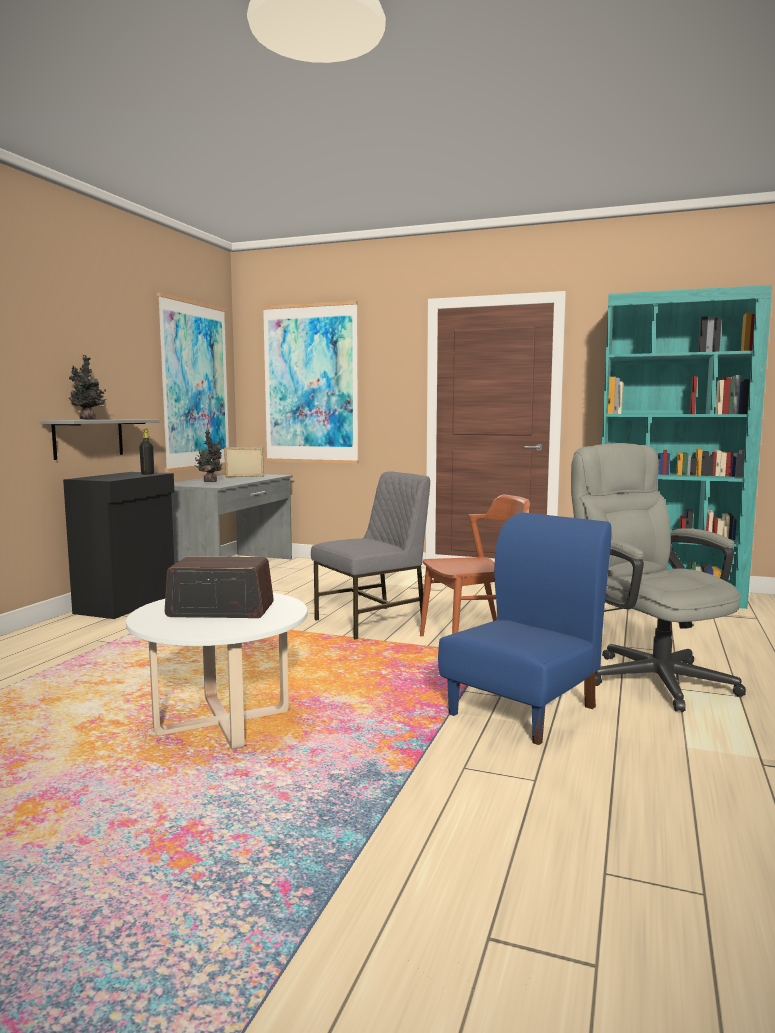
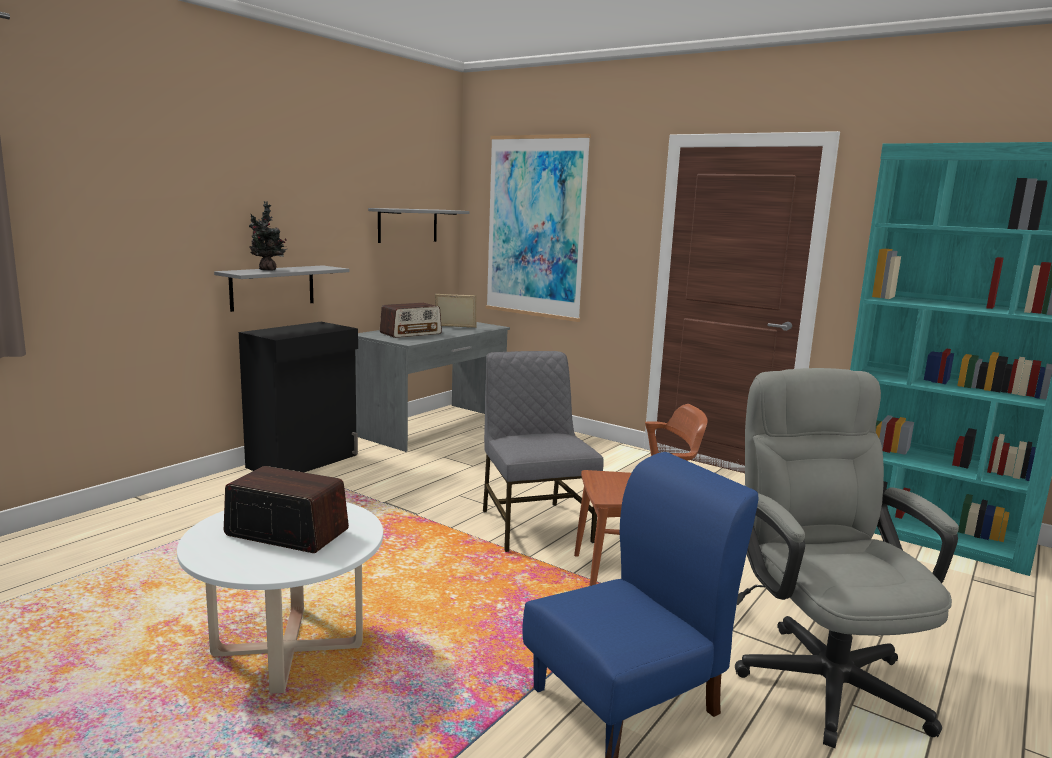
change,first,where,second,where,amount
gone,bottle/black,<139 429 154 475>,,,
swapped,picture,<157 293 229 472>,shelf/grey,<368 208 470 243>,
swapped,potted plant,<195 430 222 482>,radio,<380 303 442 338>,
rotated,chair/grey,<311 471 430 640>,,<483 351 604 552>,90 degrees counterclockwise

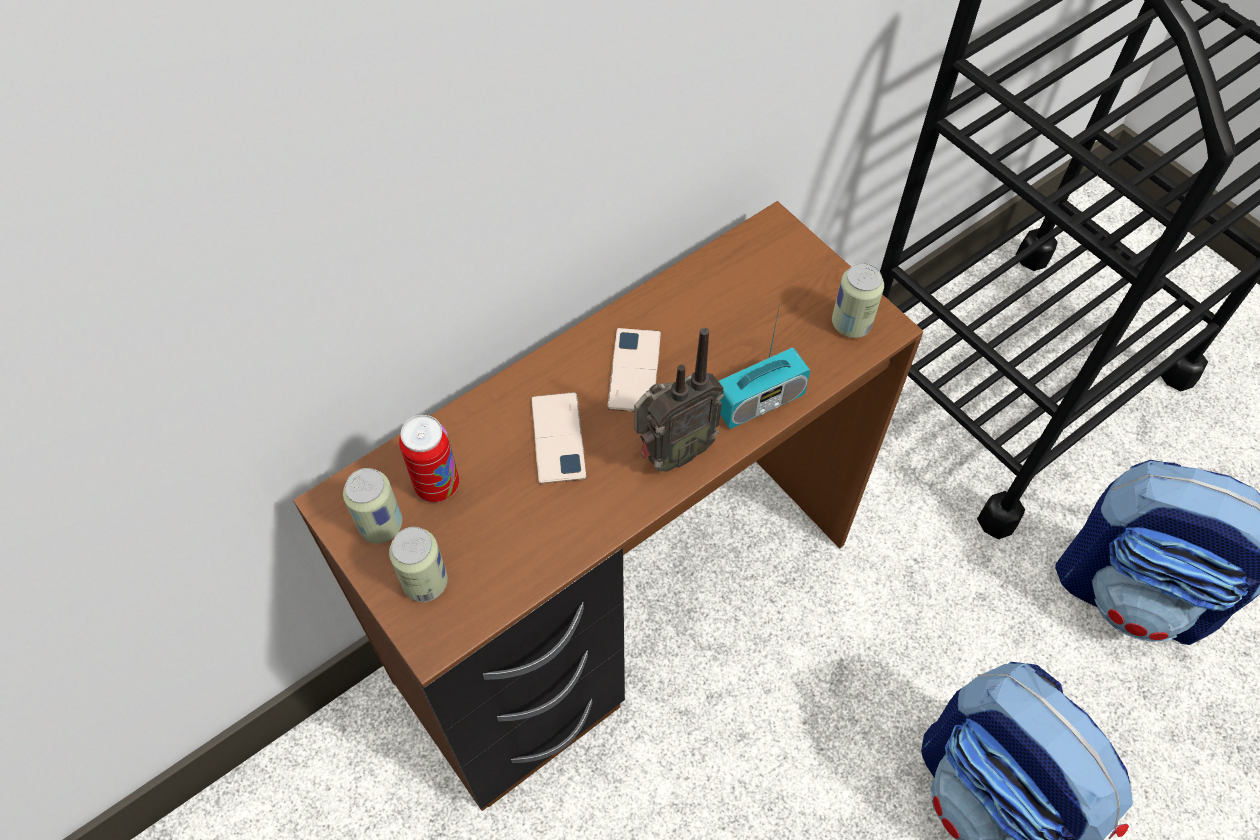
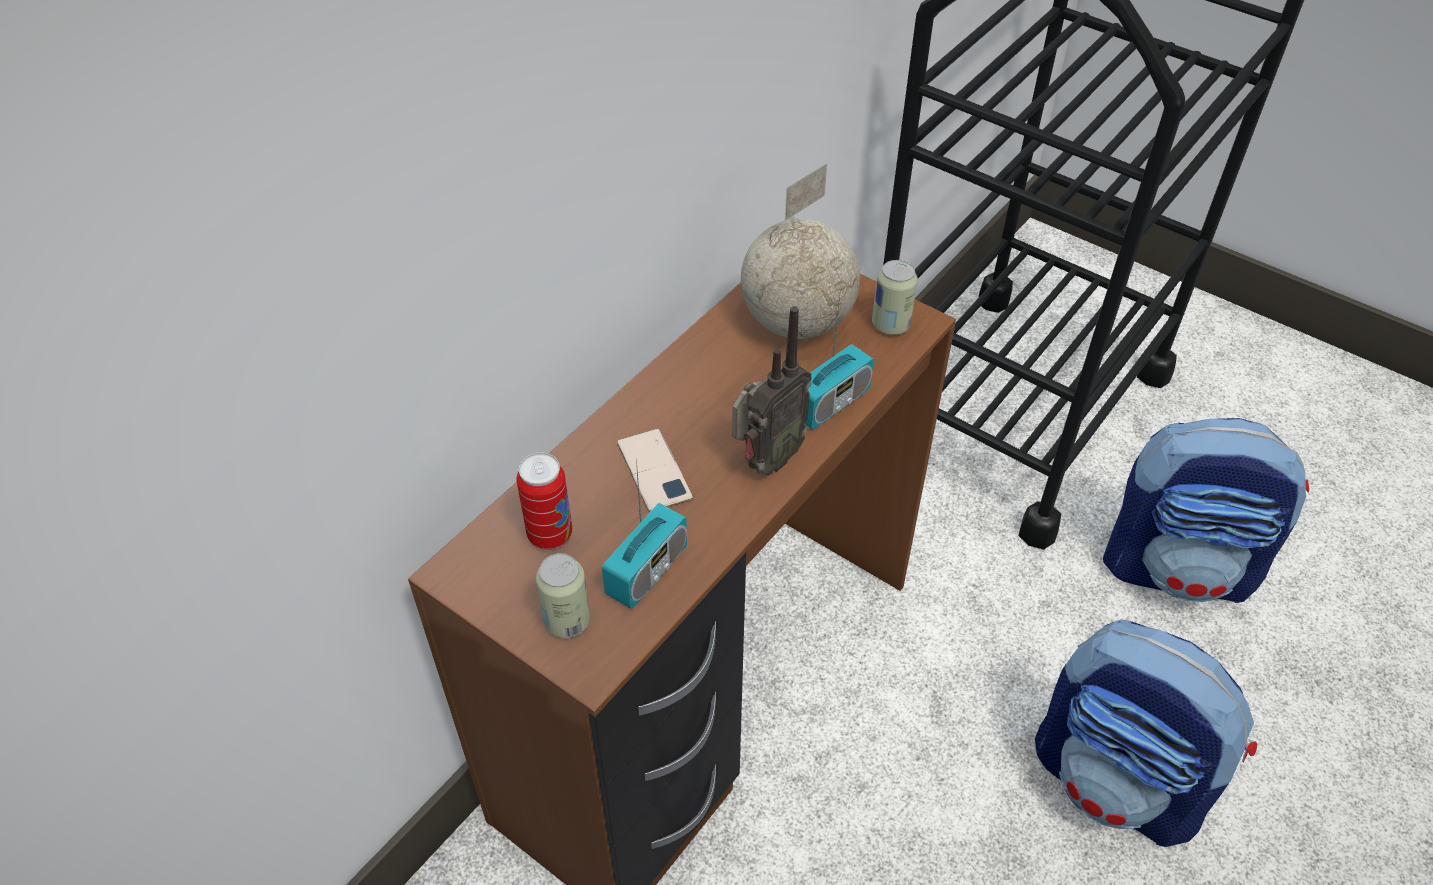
change,first,where,second,where,amount
gone,can,<343 468 403 543>,,,
gone,phone,<607 328 661 412>,,,
new,,,radio,<602 458 687 609>,
new,,,globe,<741 164 860 339>,

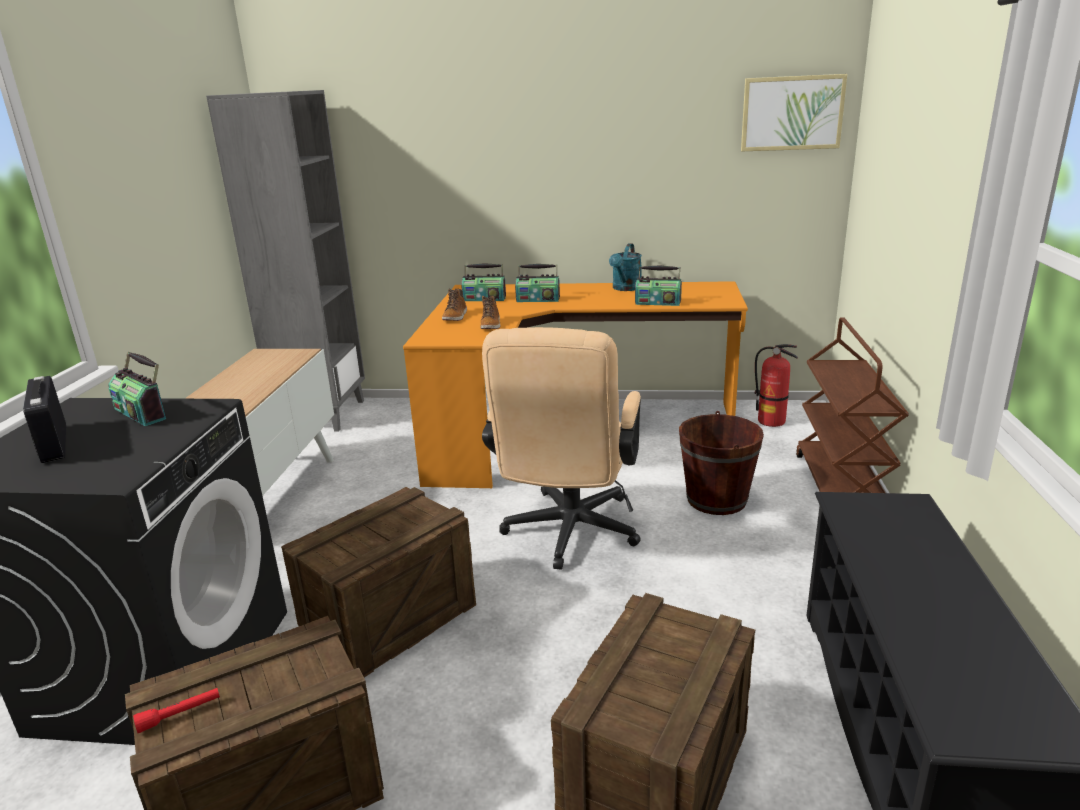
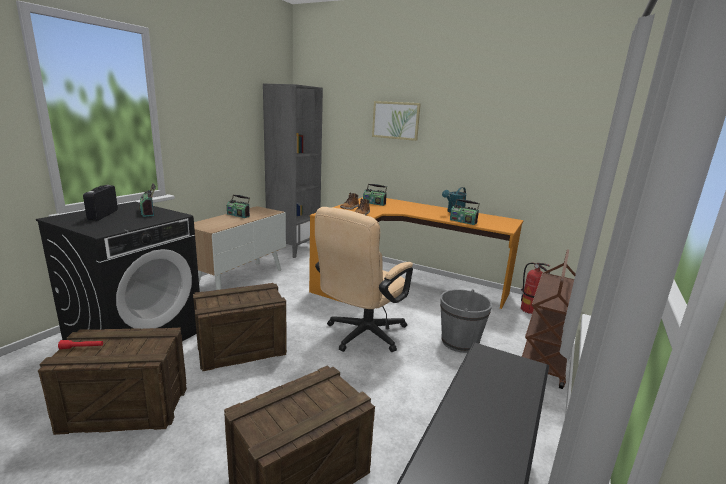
change,first,where,second,where,amount
shifted,radio,<515 264 560 302>,,<227 194 250 218>,
repainted,bucket/brown,<679 411 764 515>,bucket/grey,<440 289 492 353>,
shifted,picture,<741 74 847 151>,,<372 101 421 141>,

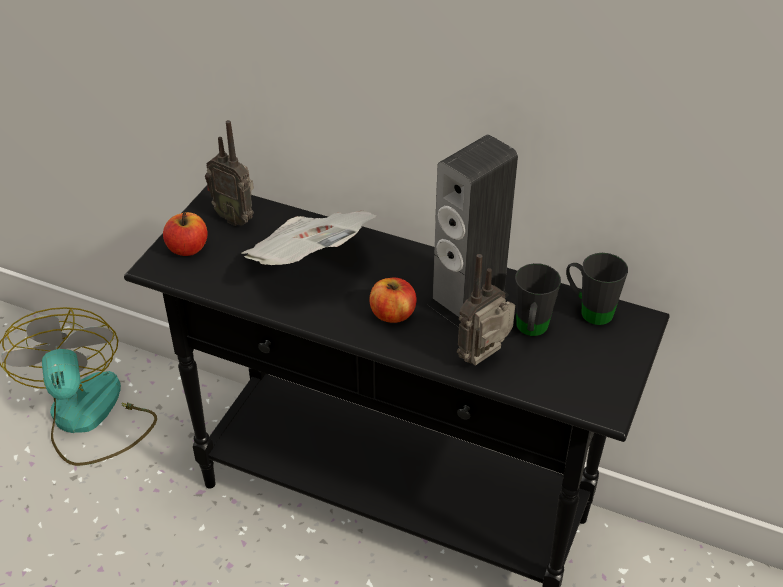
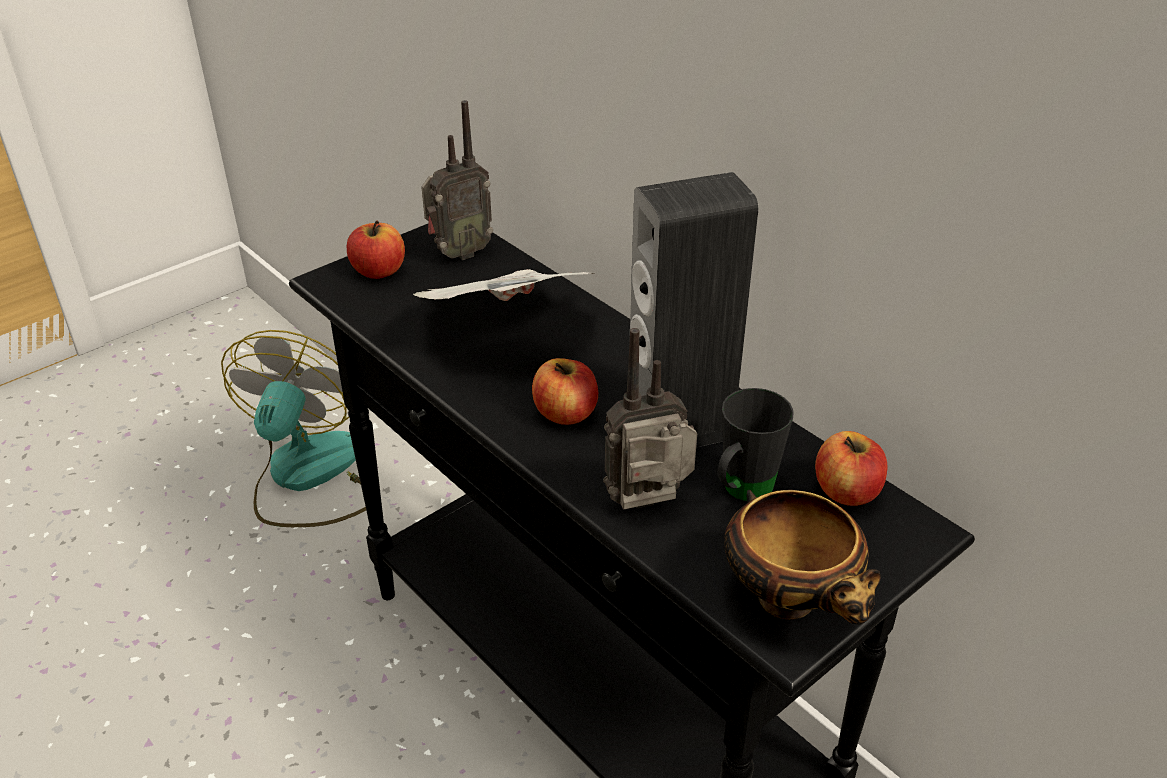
change,first,where,second,where,amount
rotated,radio,<205 120 254 226>,,<421 100 493 260>,90 degrees counterclockwise
swapped,mug/black,<566 253 628 325>,apple,<815 431 888 506>,
new,,,bowl,<724 490 881 624>,

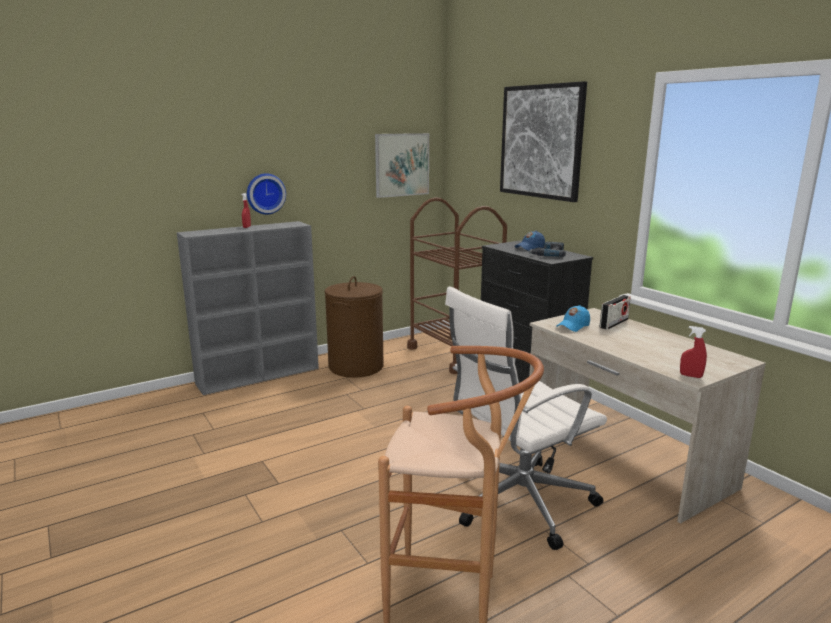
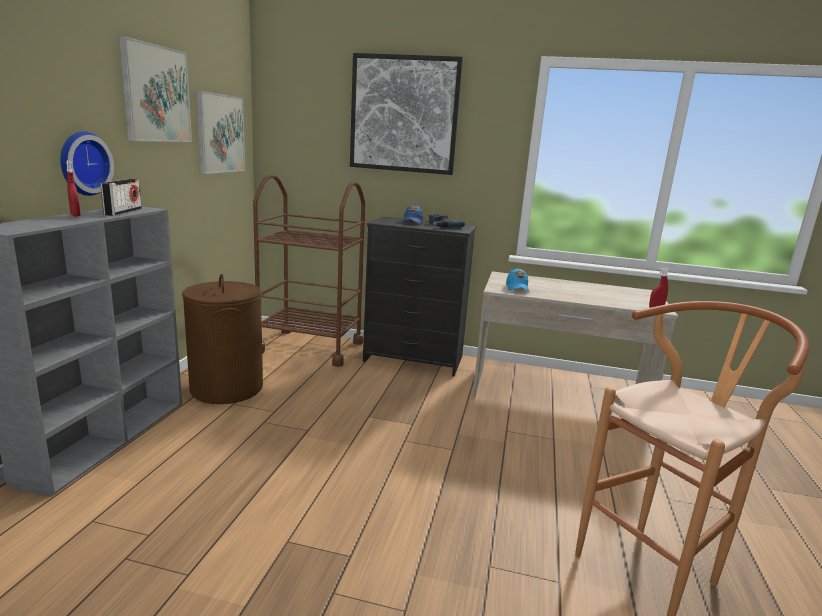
change,first,where,second,where,amount
gone,office chair/white,<445 287 607 550>,,,
shifted,radio,<599 295 631 330>,,<101 179 142 216>,
new,,,picture,<119 36 192 142>,

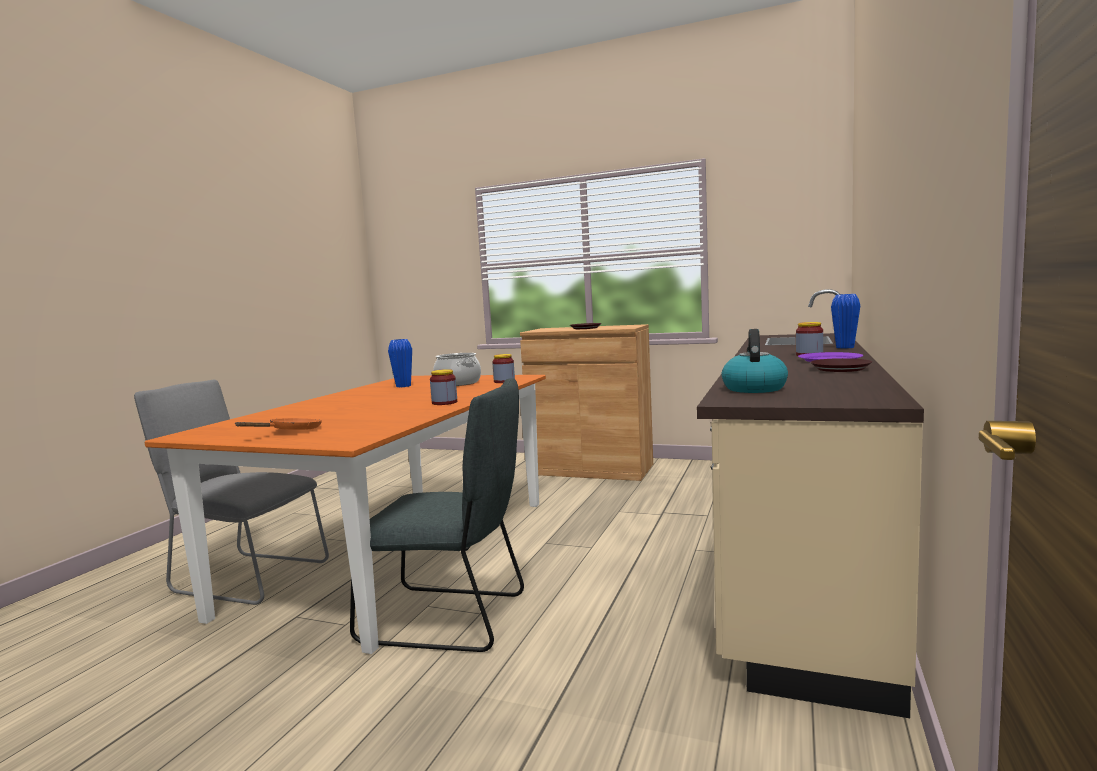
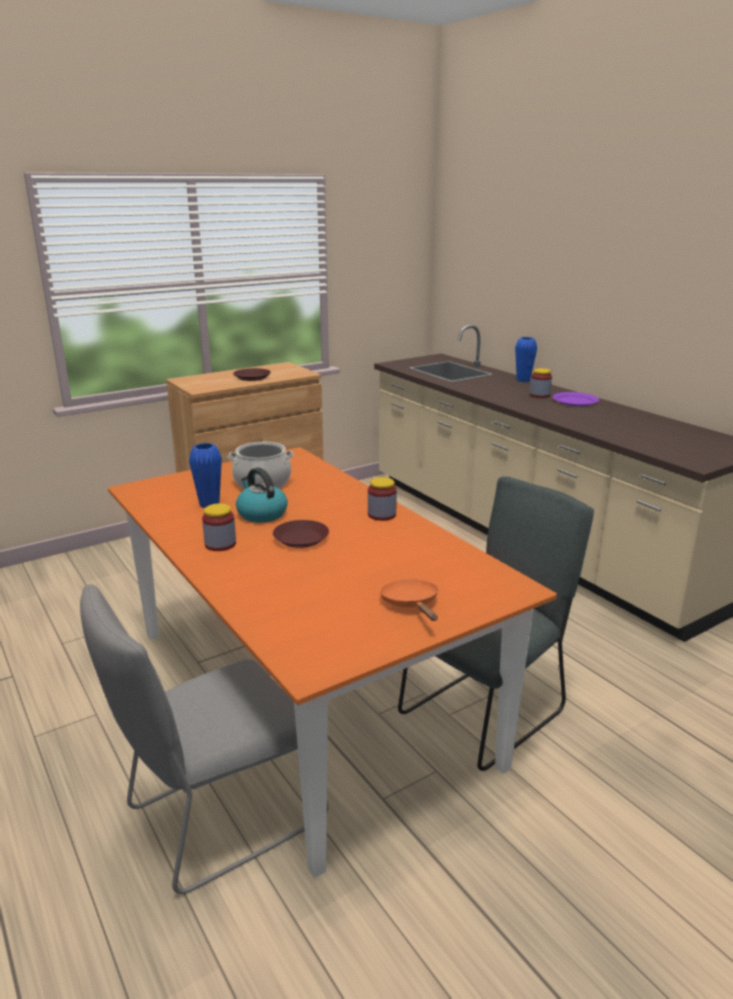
change,first,where,second,where,amount
shifted,jar,<493 354 515 383>,,<202 503 236 551>,
shifted,kettle,<722 329 788 393>,,<236 468 288 523>,
shifted,plate/brown,<811 358 872 372>,,<273 520 329 548>,

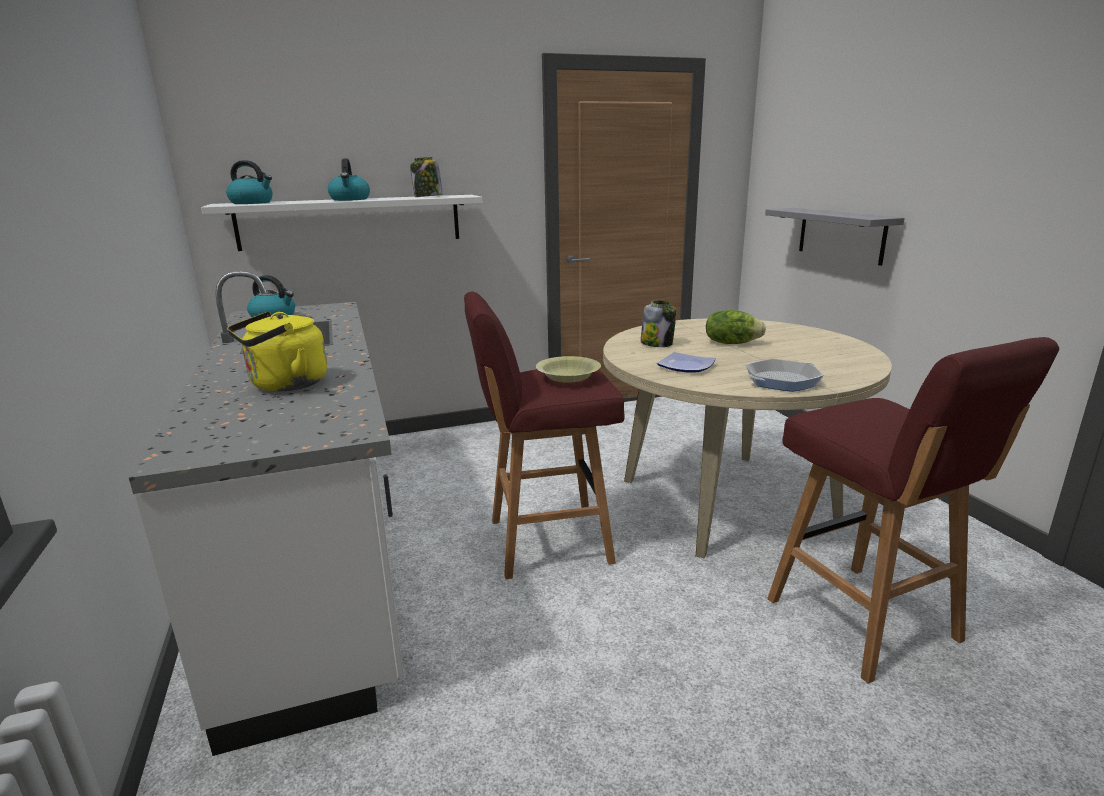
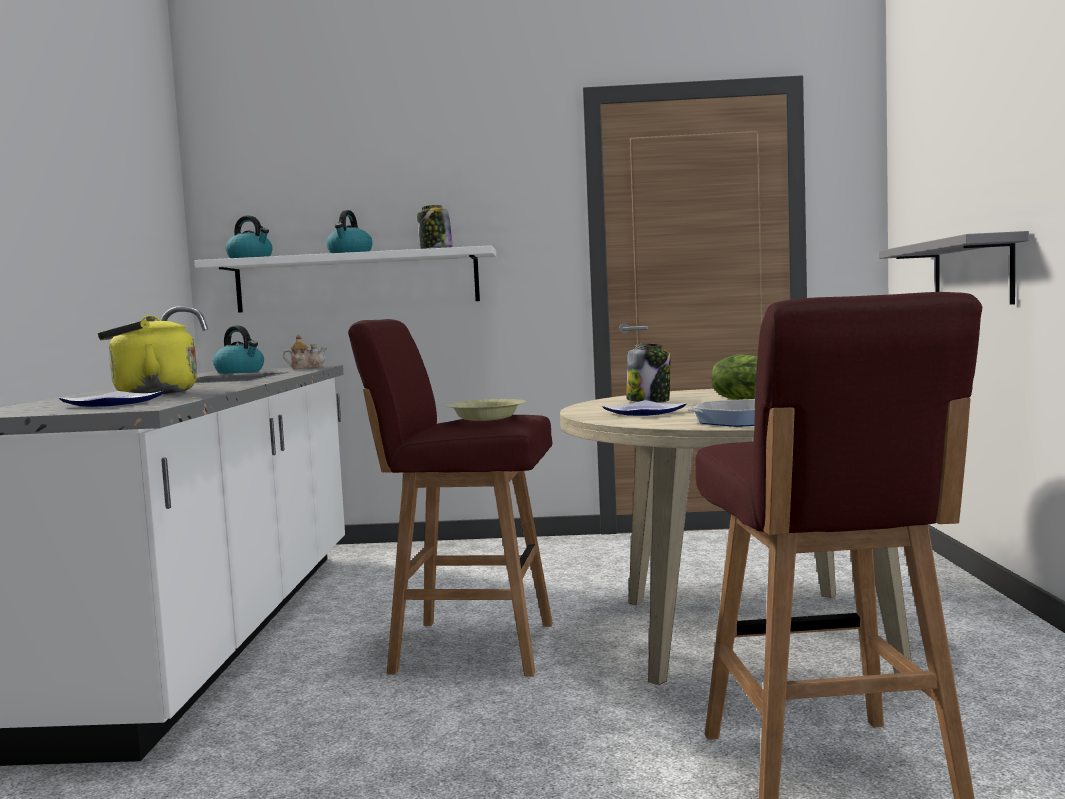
change,first,where,second,where,amount
new,,,plate,<59 391 163 407>,
new,,,teapot,<282 334 327 369>,

